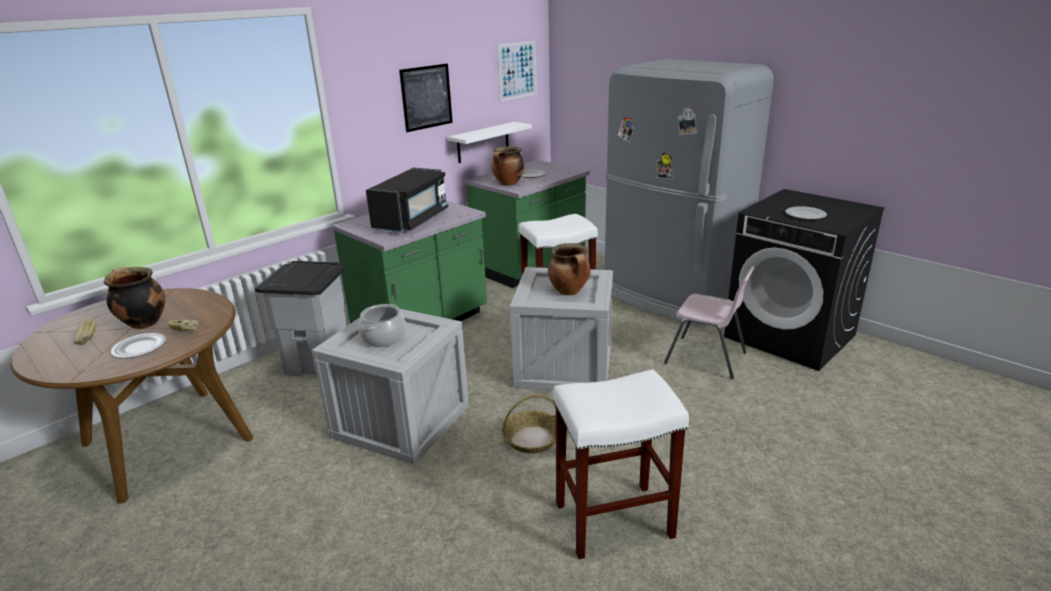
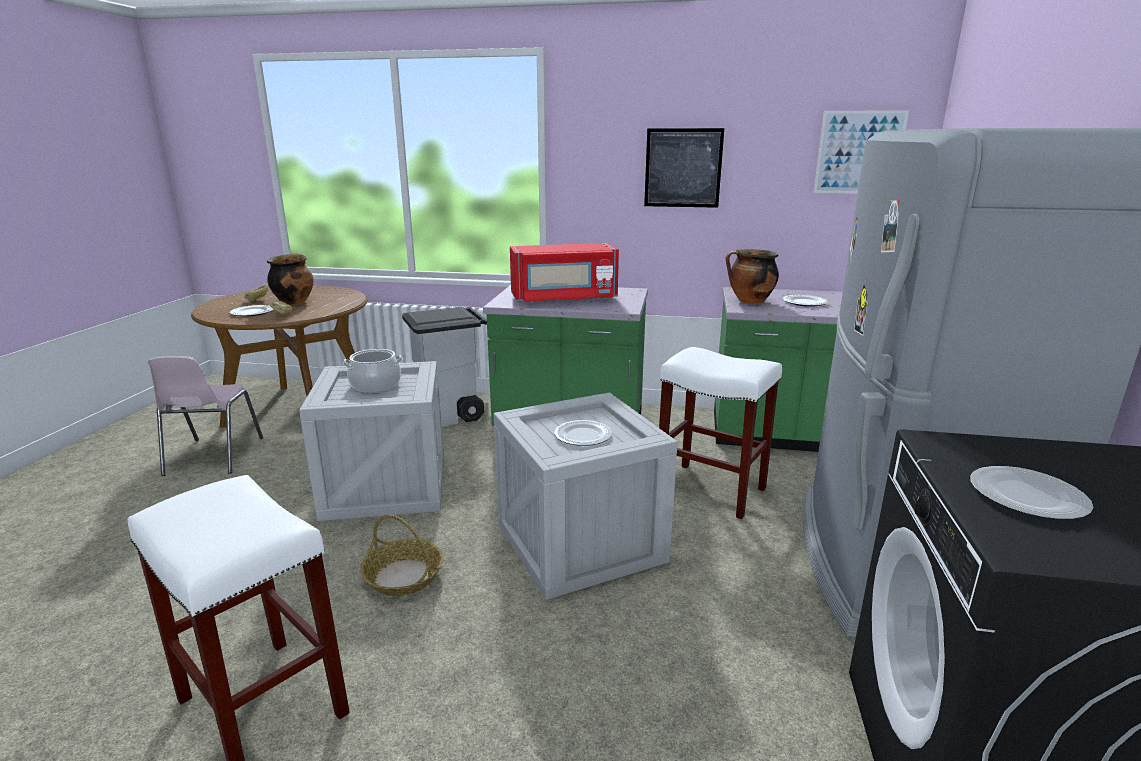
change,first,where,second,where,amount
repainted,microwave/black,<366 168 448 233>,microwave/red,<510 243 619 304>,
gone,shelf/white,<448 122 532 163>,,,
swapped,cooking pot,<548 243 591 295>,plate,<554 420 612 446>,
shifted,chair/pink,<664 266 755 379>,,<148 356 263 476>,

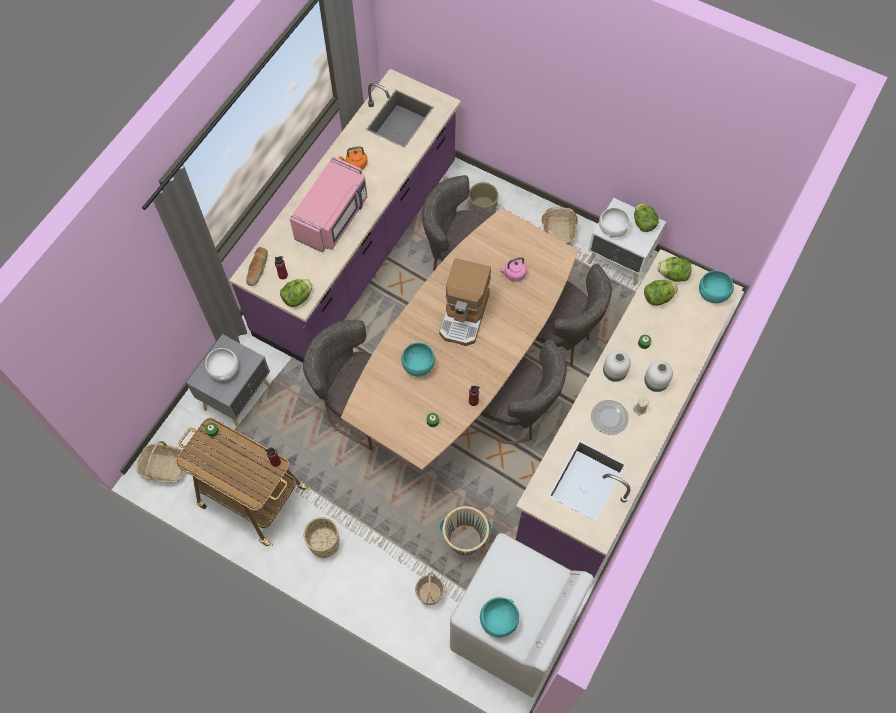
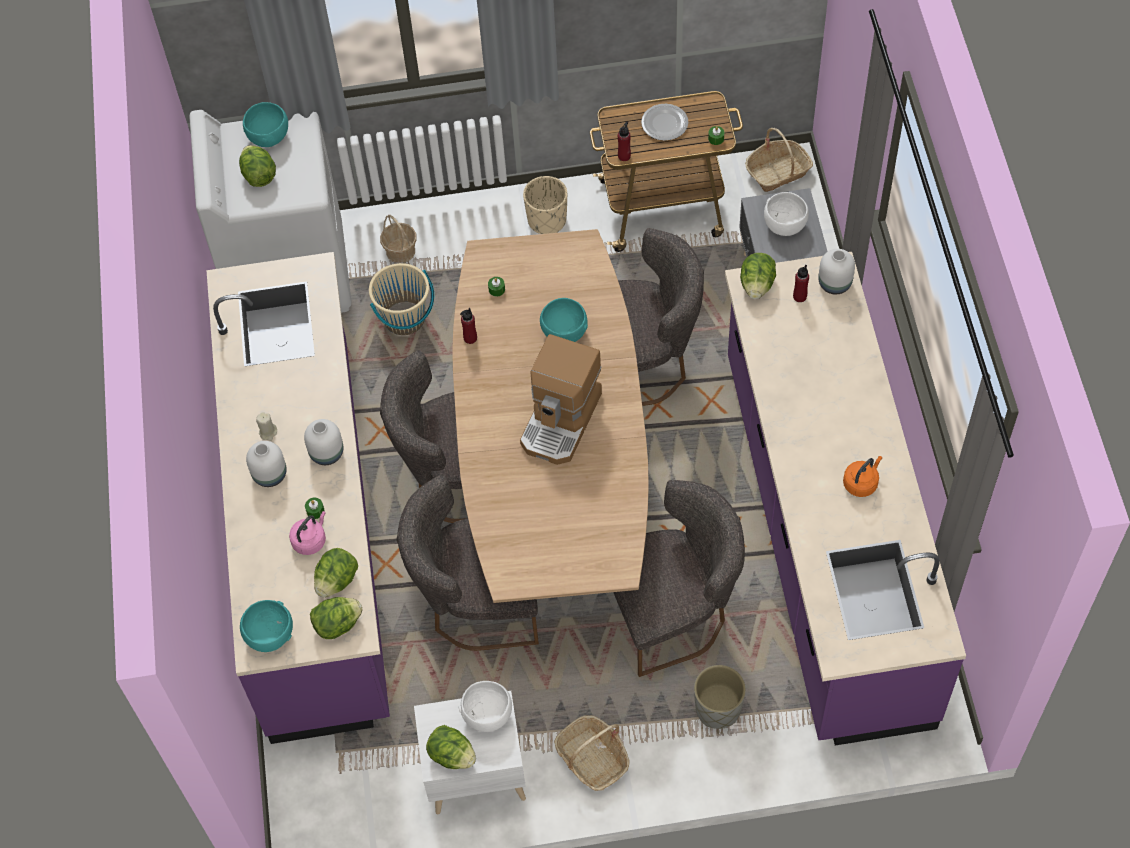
change,first,where,second,where,amount
swapped,bread,<246 247 268 286>,vase/white,<818 249 855 294>,
gone,microwave/pink,<289 156 368 253>,,,
rotated,coffee machine,<439 259 491 346>,,<520 334 602 465>,135 degrees counterclockwise
shifted,kettle/pink,<498 257 527 282>,,<289 511 326 555>,
shifted,plate,<591 400 629 435>,,<641 104 688 141>,
new,,,lettuce,<239 145 276 187>,

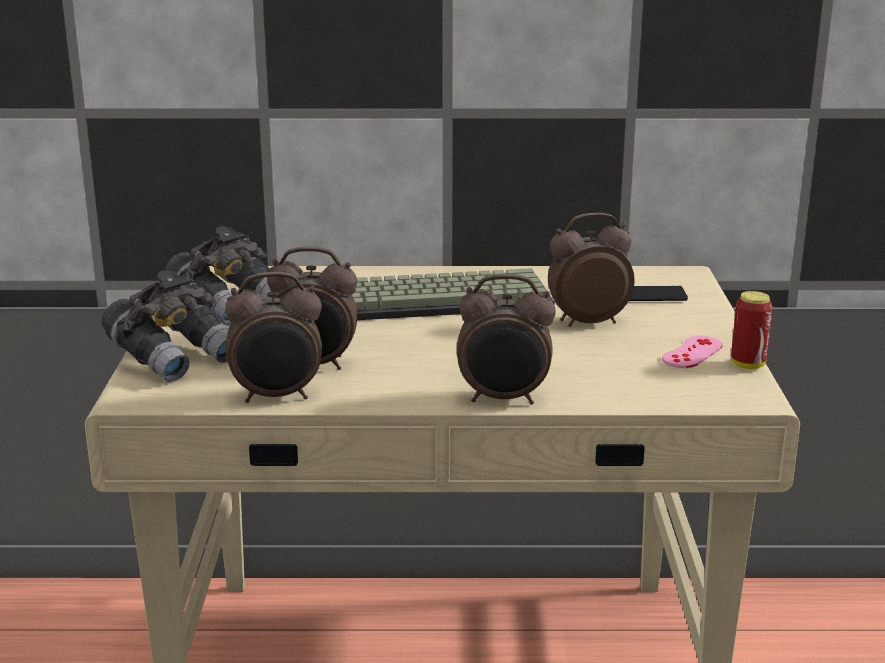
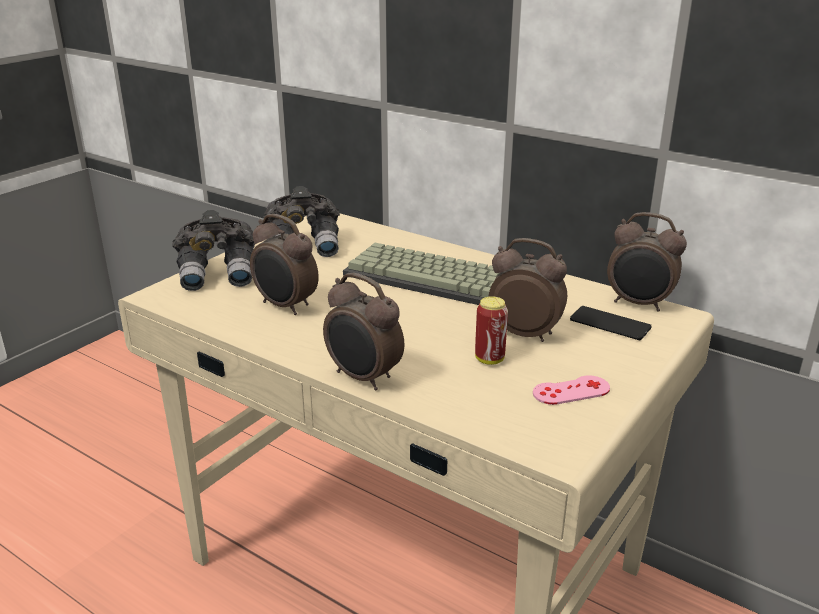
change,first,where,second,where,amount
shifted,alarm clock,<225 272 322 403>,,<607 212 687 312>,
shifted,can,<731 291 773 369>,,<475 296 508 365>,

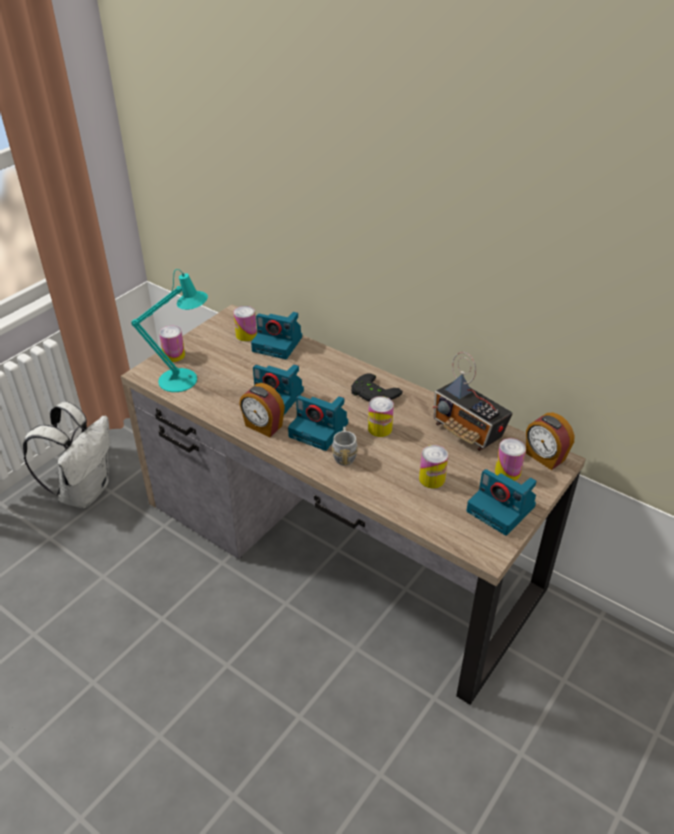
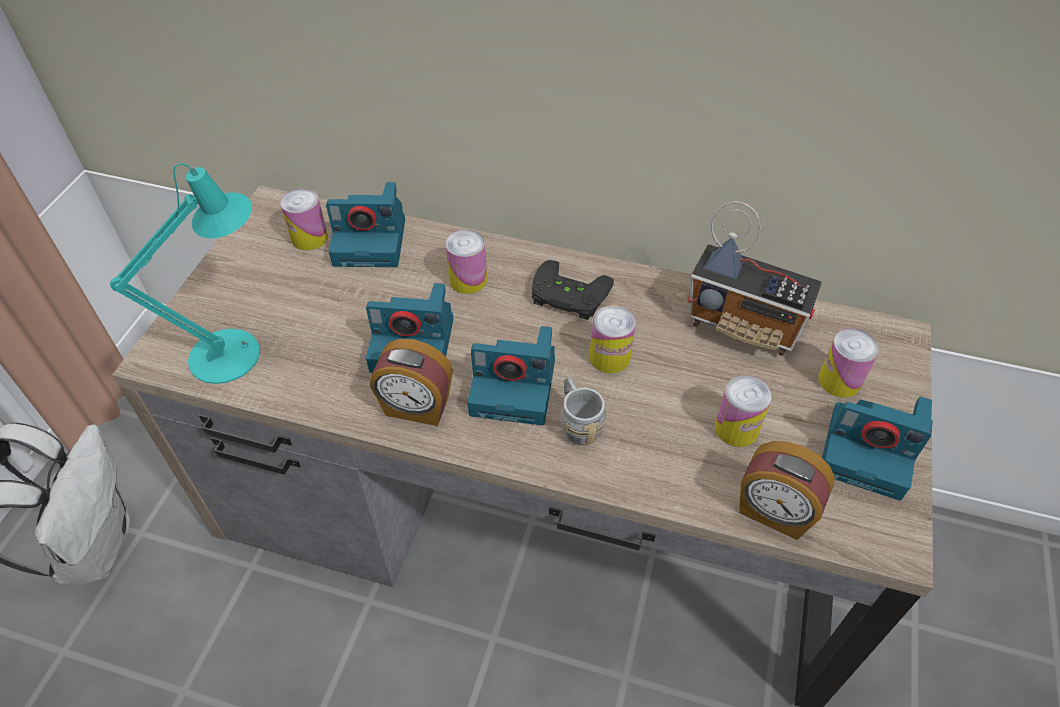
change,first,where,second,where,amount
shifted,can,<159 326 185 362>,,<445 230 487 294>,
shifted,alarm clock,<526 413 574 470>,,<739 441 835 540>,

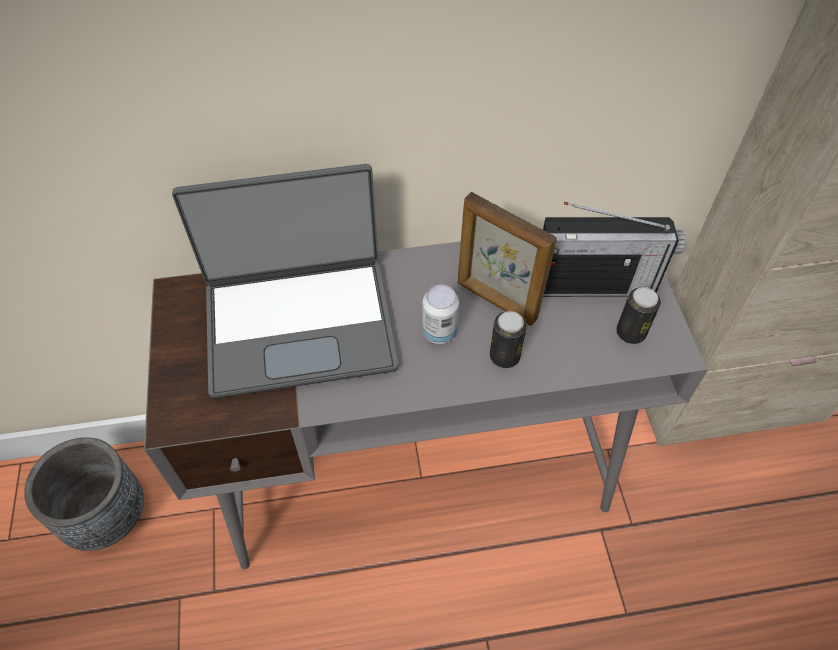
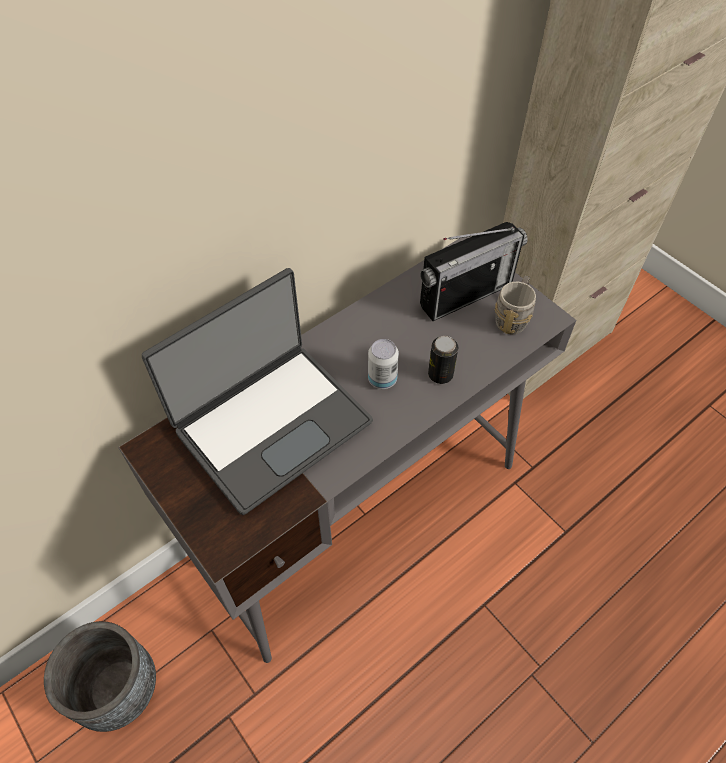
change,first,where,second,where,amount
gone,picture frame,<458 192 557 326>,,,
swapped,can,<616 287 661 344>,mug/grey,<495 276 536 334>,

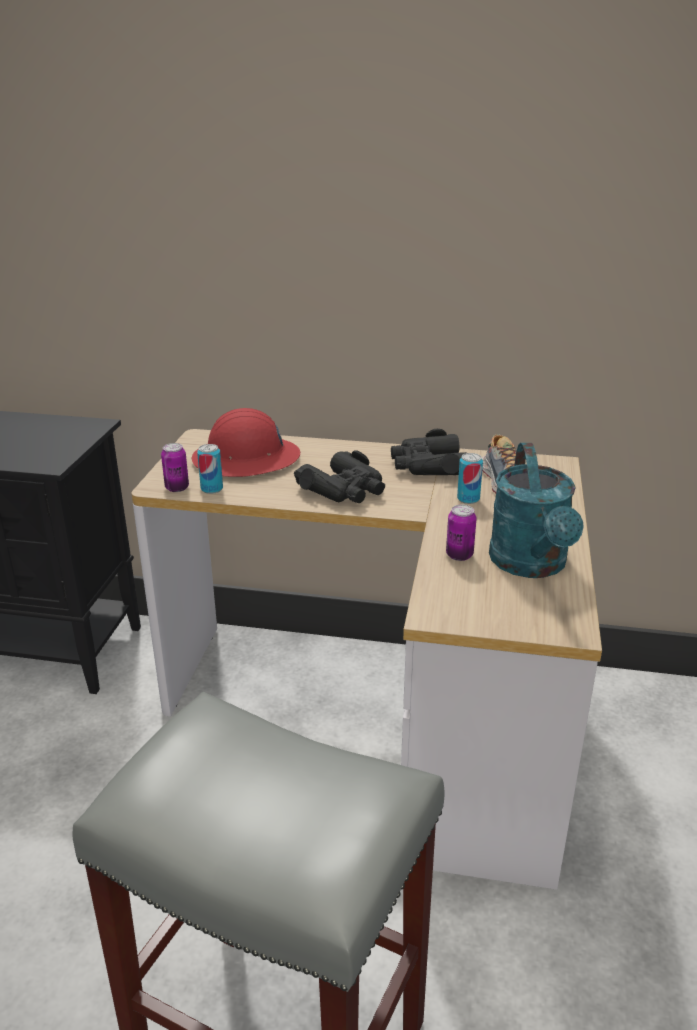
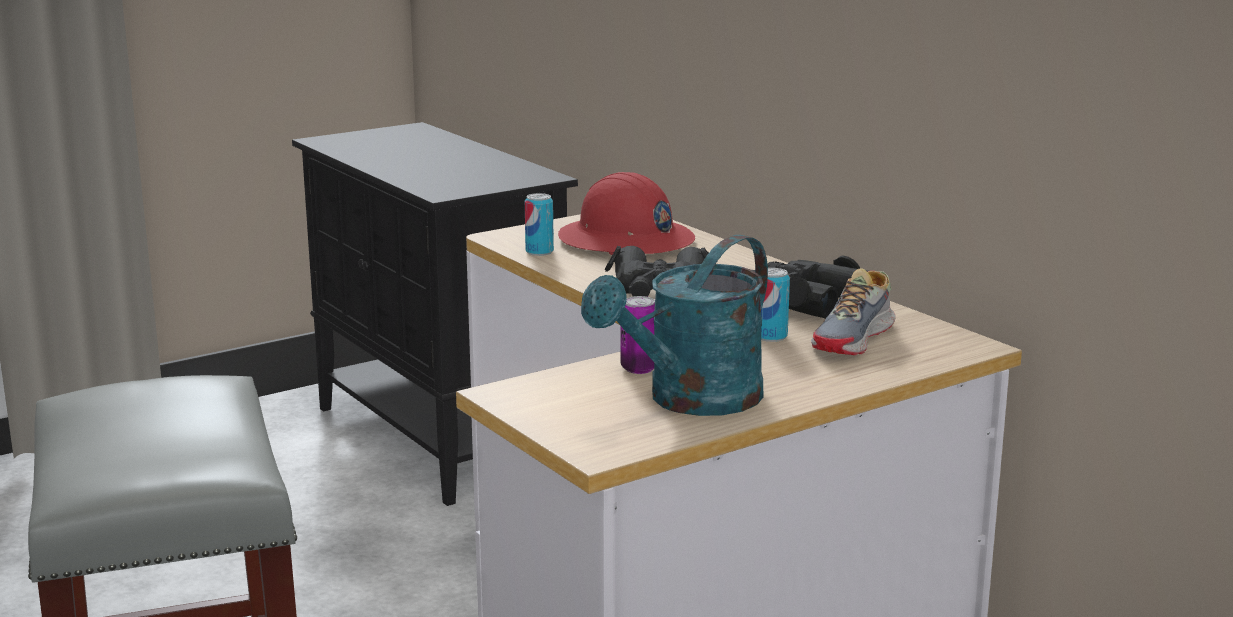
change,first,where,second,where,amount
gone,can,<161 443 189 492>,,,

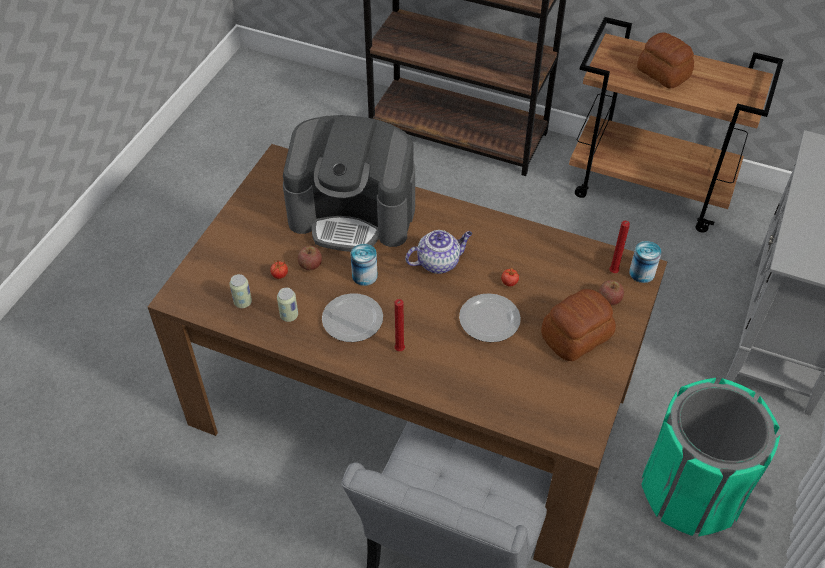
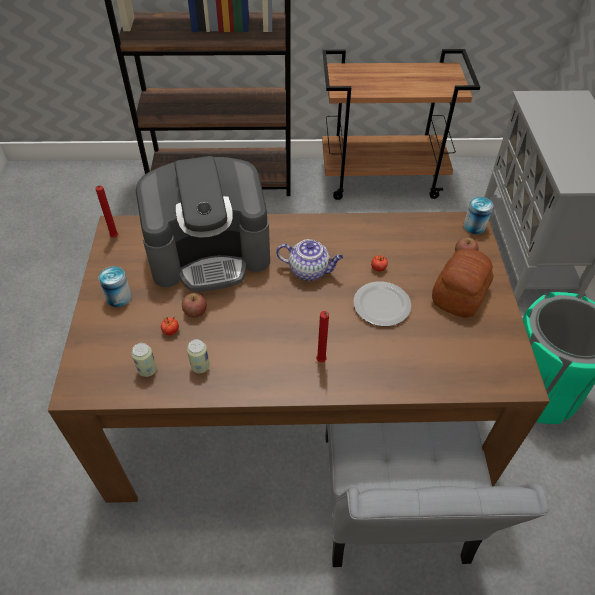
change,first,where,second,where,amount
gone,plate,<322 293 383 342>,,,
shifted,can,<351 244 378 286>,,<99 266 132 307>,
rotated,teapot,<405 230 472 274>,,<276 239 343 281>,60 degrees clockwise
shifted,candle/red,<609 221 630 273>,,<95 185 118 237>,
gone,bread,<637 33 694 88>,,,

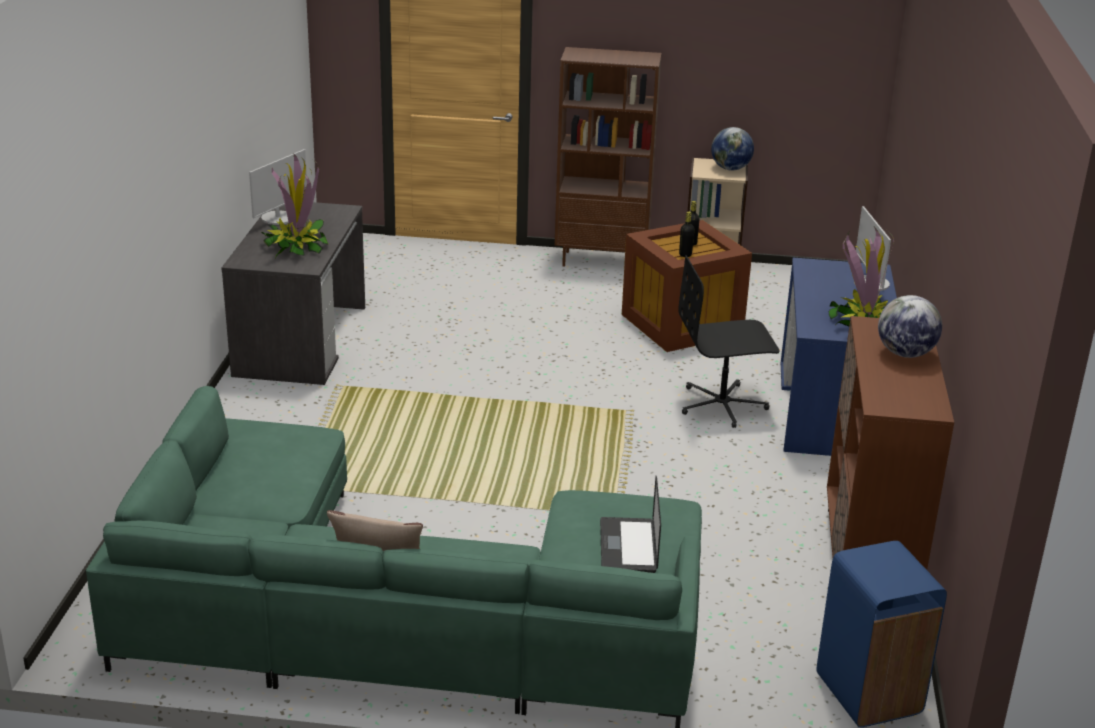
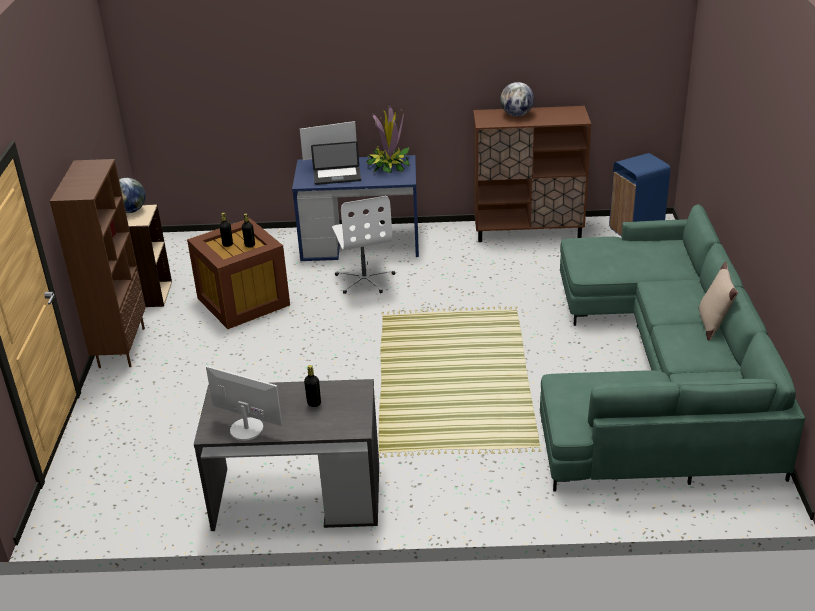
change,first,where,second,where,amount
swapped,potted plant,<261 154 329 258>,bottle/black,<304 365 321 407>,
shifted,laptop,<600 476 661 573>,,<311 141 361 185>,
repainted,office chair/black,<678 255 780 428>,office chair/white,<332 196 395 294>,

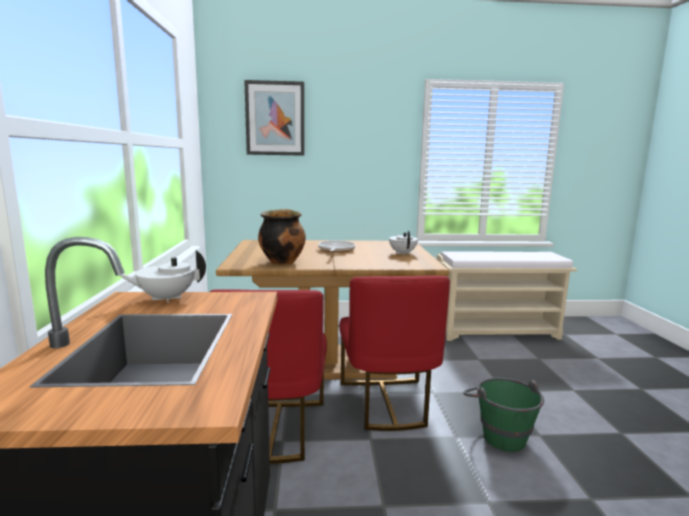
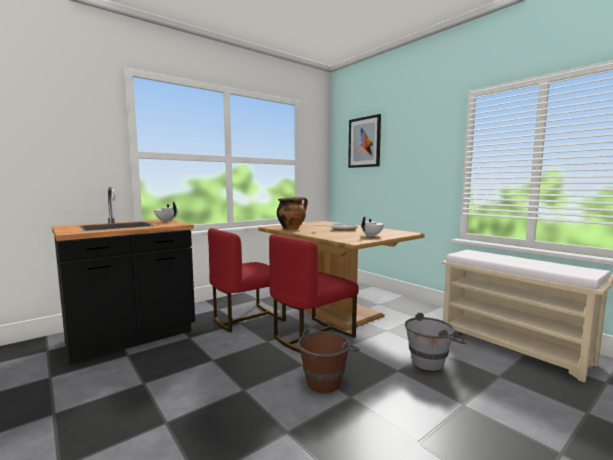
change,first,where,second,where,amount
repainted,bucket/green,<463 378 544 452>,bucket/brown,<298 329 360 393>,
new,,,bucket/grey,<405 312 467 371>,

